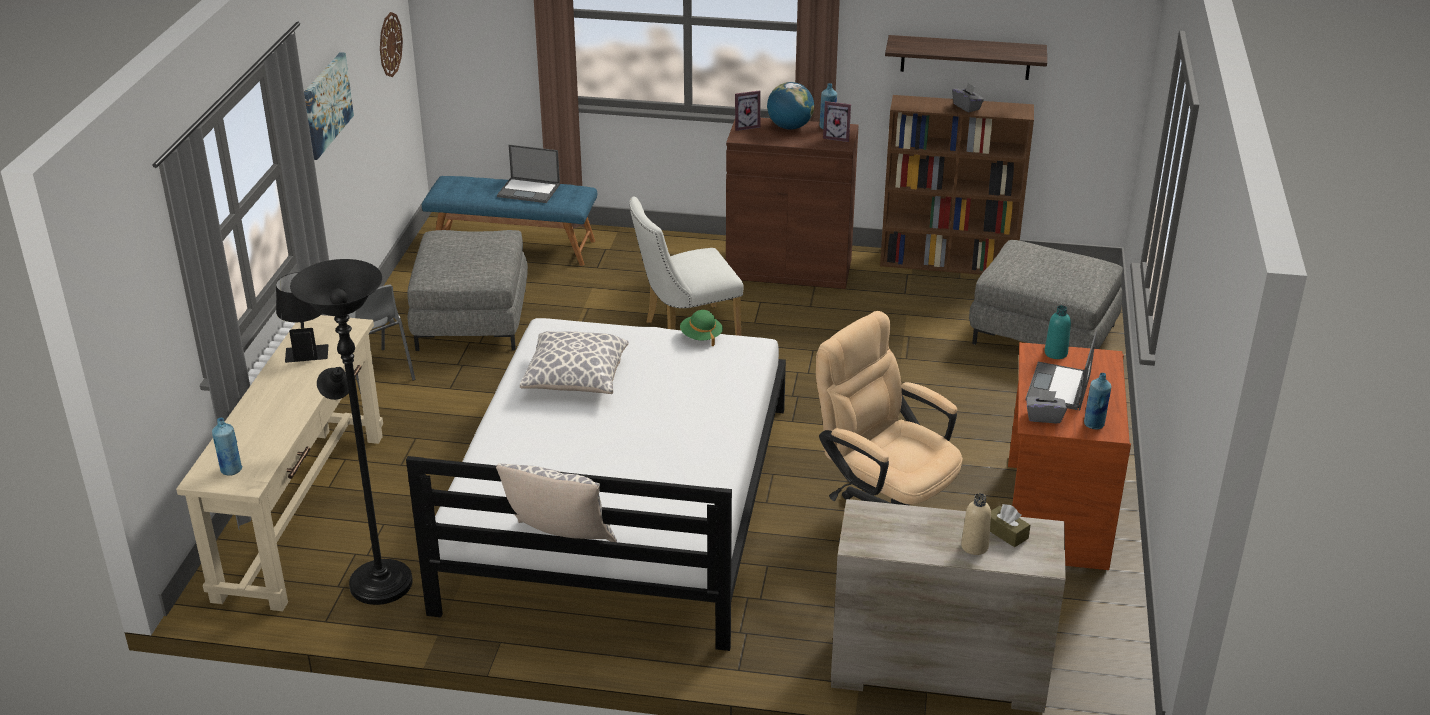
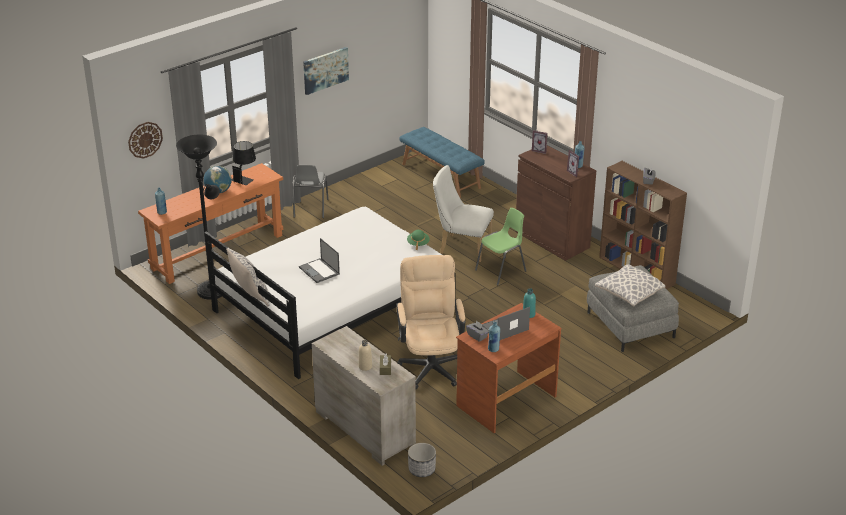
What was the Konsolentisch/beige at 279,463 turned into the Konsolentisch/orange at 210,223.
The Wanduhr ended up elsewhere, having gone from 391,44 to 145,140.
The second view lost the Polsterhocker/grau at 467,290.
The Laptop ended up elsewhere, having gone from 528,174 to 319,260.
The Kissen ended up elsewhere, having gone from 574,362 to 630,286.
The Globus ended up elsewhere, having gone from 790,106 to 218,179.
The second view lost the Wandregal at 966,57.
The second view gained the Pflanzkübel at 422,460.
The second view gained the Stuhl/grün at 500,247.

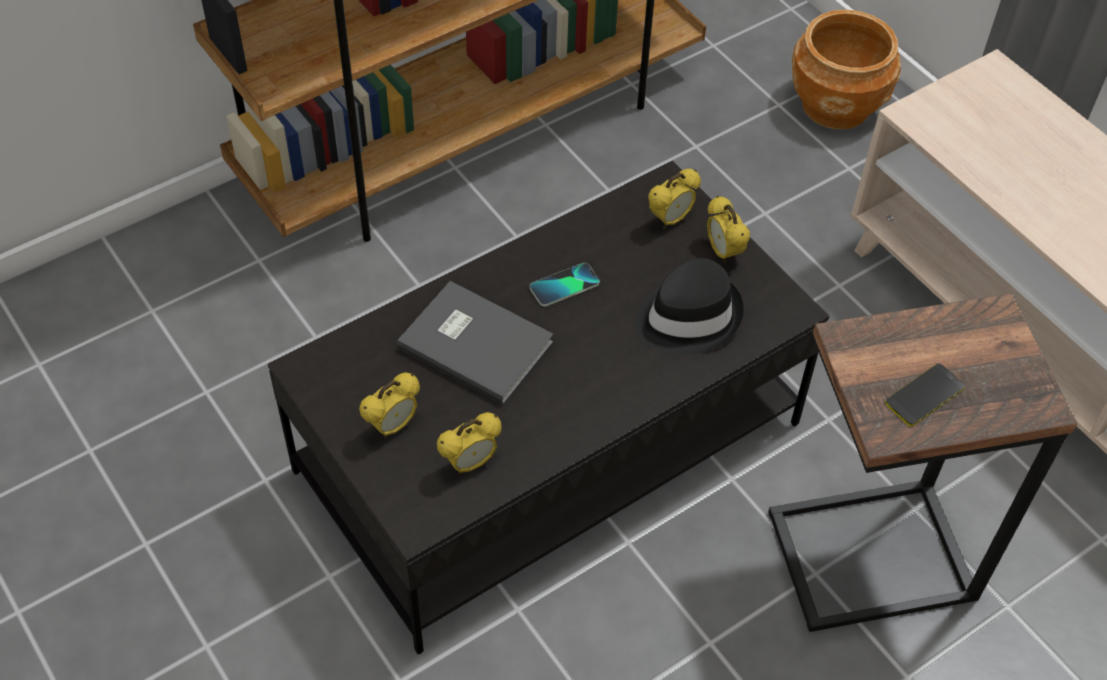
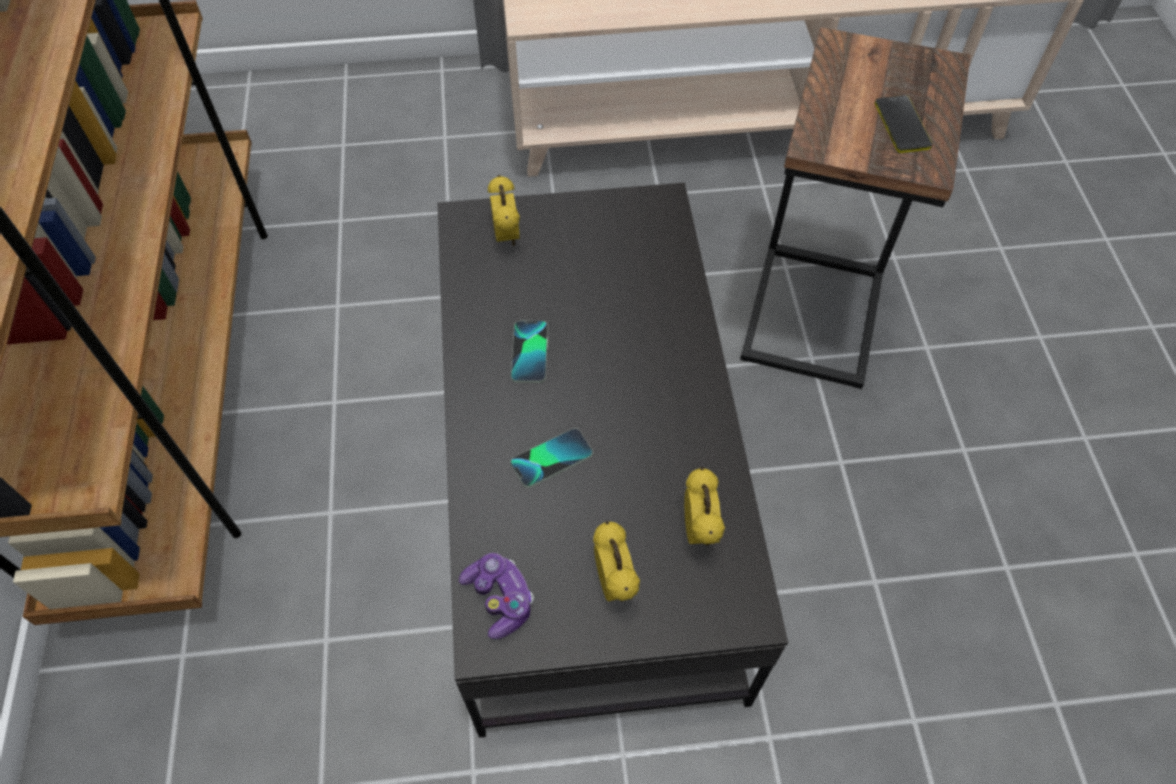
Where the Buch/grau stood at 475,343, the Handy came to stand at 552,458.
The second view lost the Hut/schwarz at 689,306.
The second view lost the Wecker at 728,229.
The second view lost the Pflanzkübel/braun at 846,69.
The second view gained the Gamepad at 496,596.

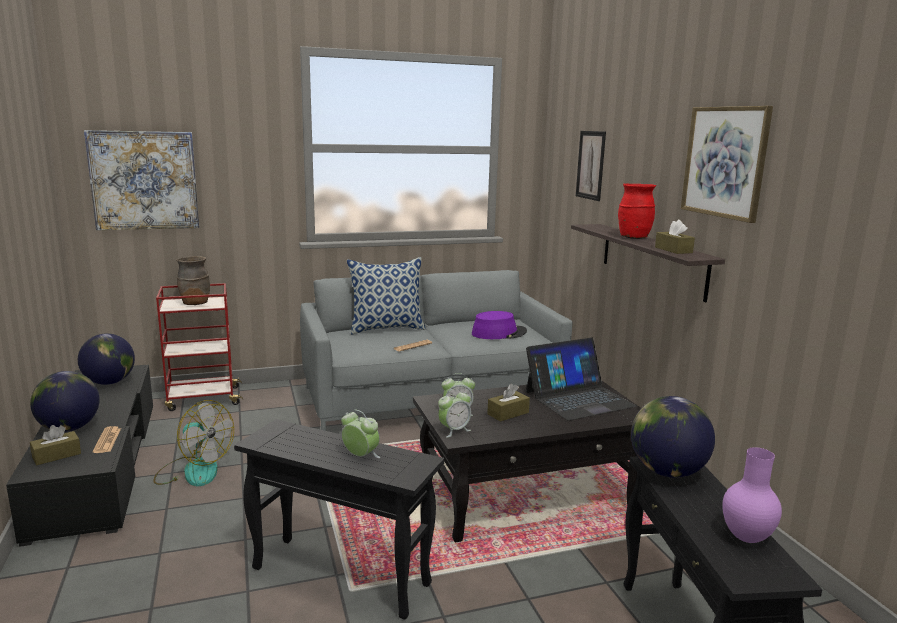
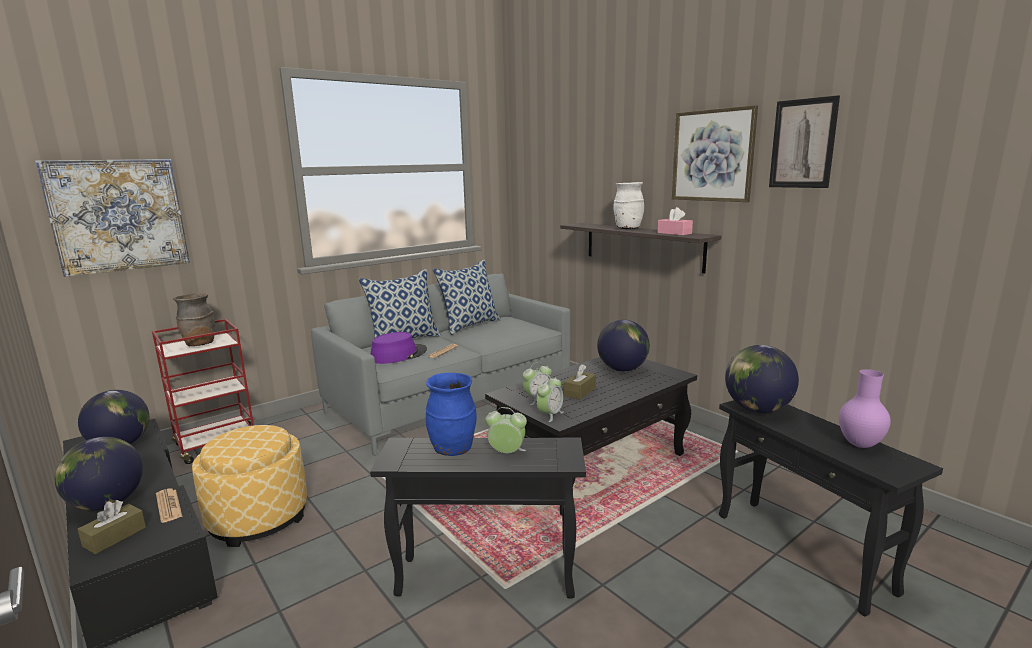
Where the Ventilator stood at 193,443, the Polsterhocker came to stand at 249,486.
The Hut/lila ended up elsewhere, having gone from 499,325 to 399,348.
Where the Laptop stood at 581,378, the Globus came to stand at 623,345.
The Bild ended up elsewhere, having gone from 591,166 to 804,141.
What was the Vase/rot at 637,211 turned into the Vase/weiß at 628,205.
What was the Taschentuchbox/braun at 675,236 turned into the Taschentuchbox/rosa at 675,221.
The second view gained the Vase/blau at 451,414.
The second view gained the Kissen at 467,297.

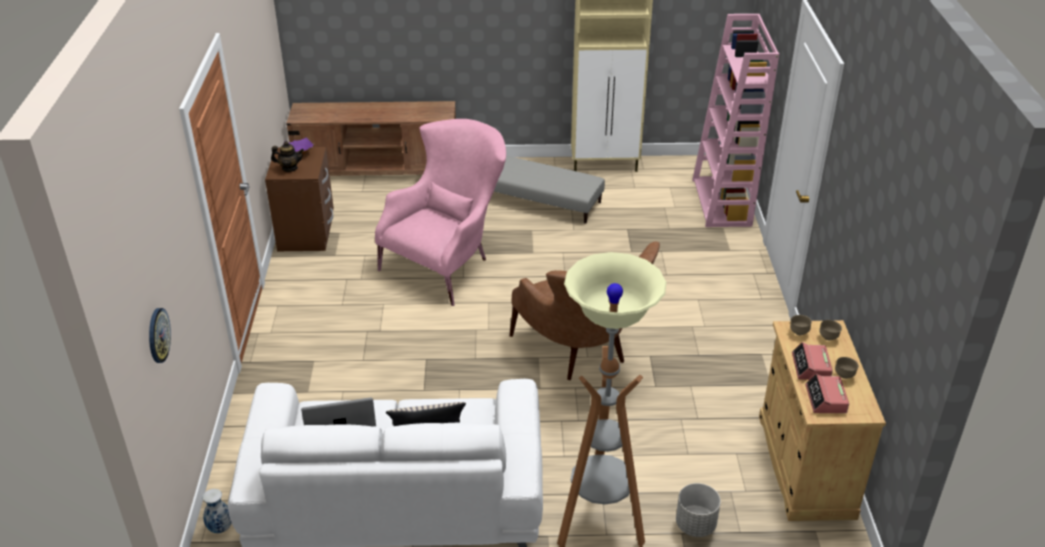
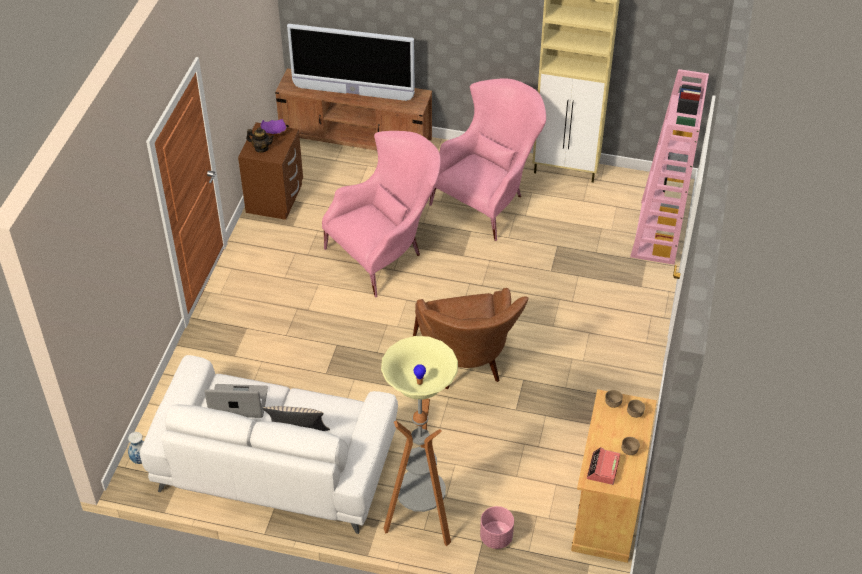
The second view lost the Wanduhr at 160,335.
Where the Polsterhocker/grau stood at 549,190, the Sessel/rosa came to stand at 487,159.
What was the Pflanzkübel/grau at 698,510 turned into the Pflanzkübel/rosa at 497,527.
The second view lost the Wecker at 812,361.
The second view gained the Fernseher at 351,62.

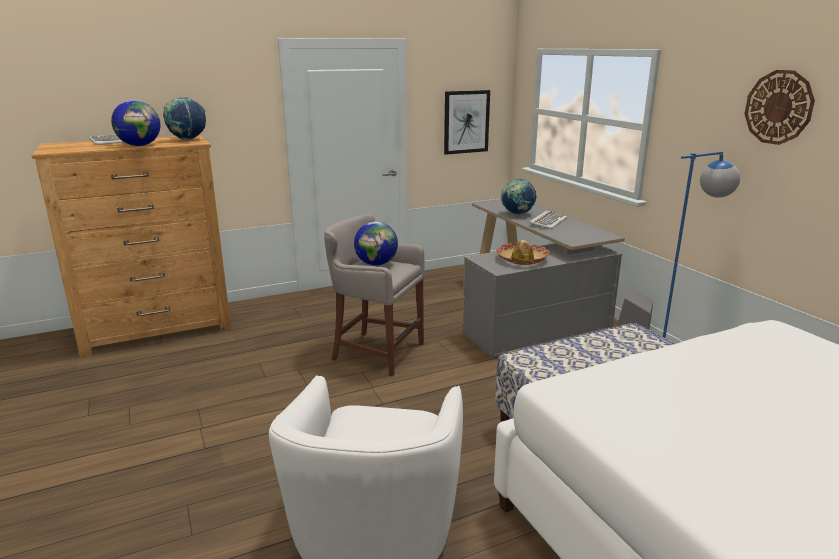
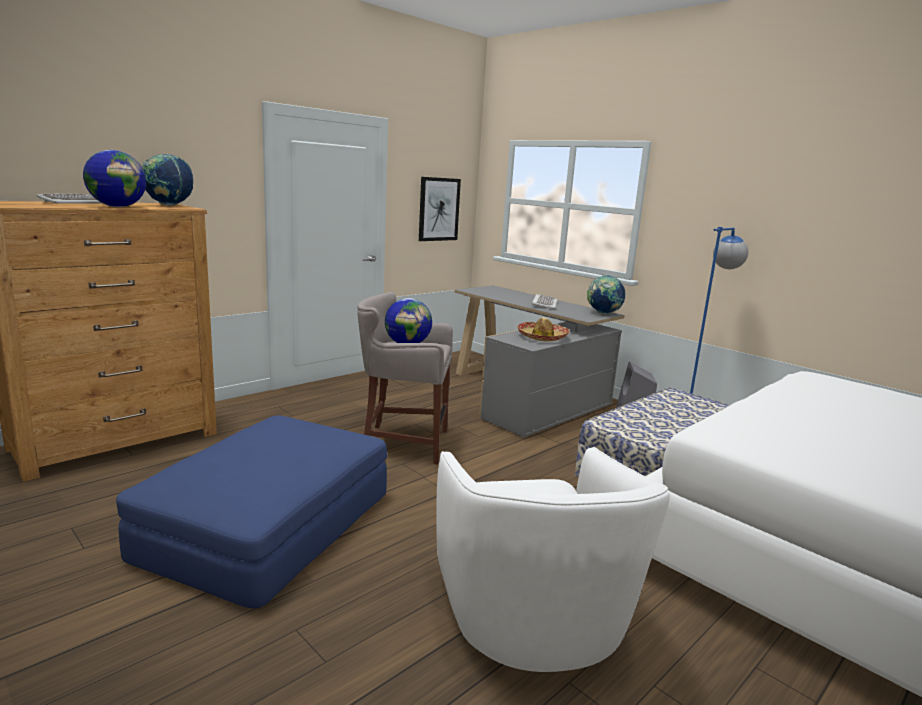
The Globus ended up elsewhere, having gone from 518,196 to 606,294.
The second view lost the Wanduhr at 780,107.
The second view gained the Polsterhocker/blau at 252,512.

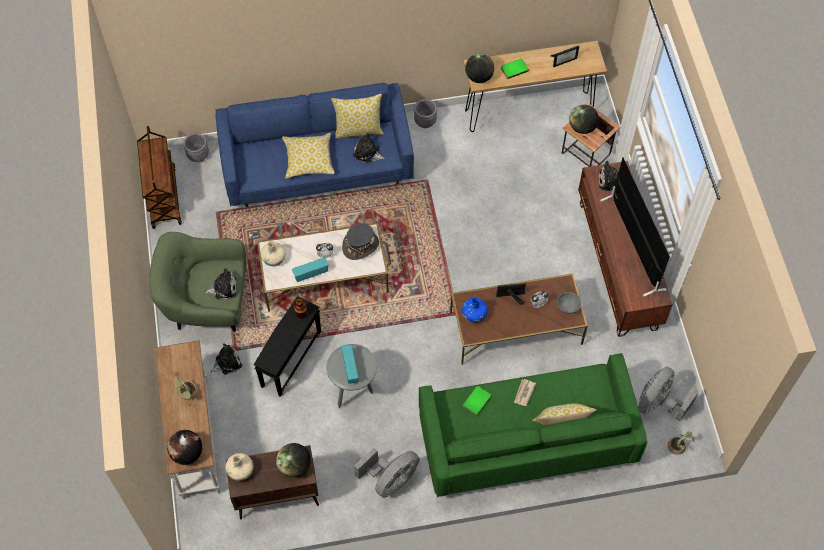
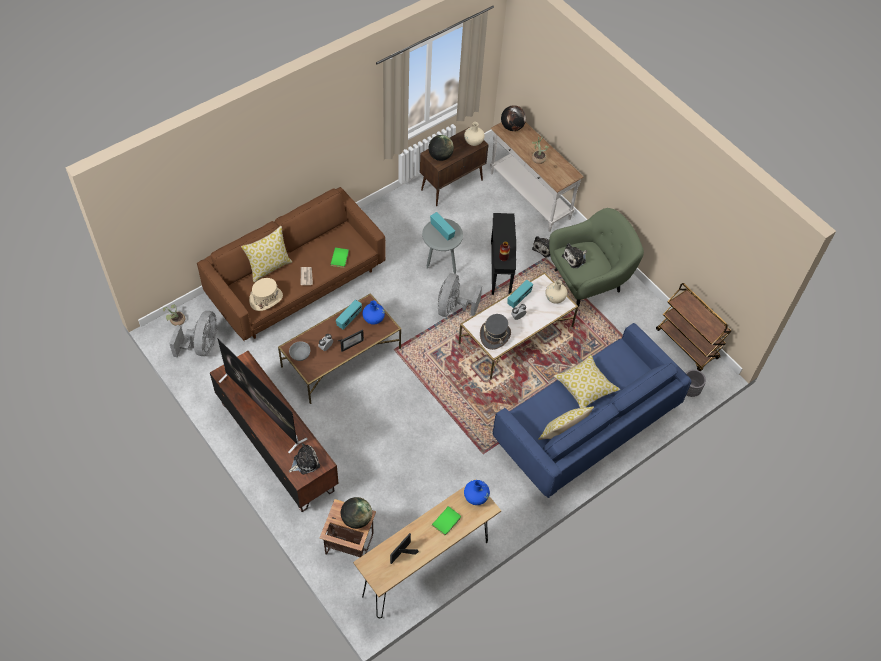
The second view lost the Plüschtier at 369,148.
The Ventilator/grau ended up elsewhere, having gone from 387,473 to 460,295.
The second view lost the Pflanzkübel/grau at 425,113.
What was the Sofa/grün at 533,425 turned into the Sofa/braun at 291,264.
Where the Globus stood at 479,68, the Vase/blau came to stand at 477,492.
The second view gained the Hut/beige at 266,294.
The second view gained the Radio at 349,315.

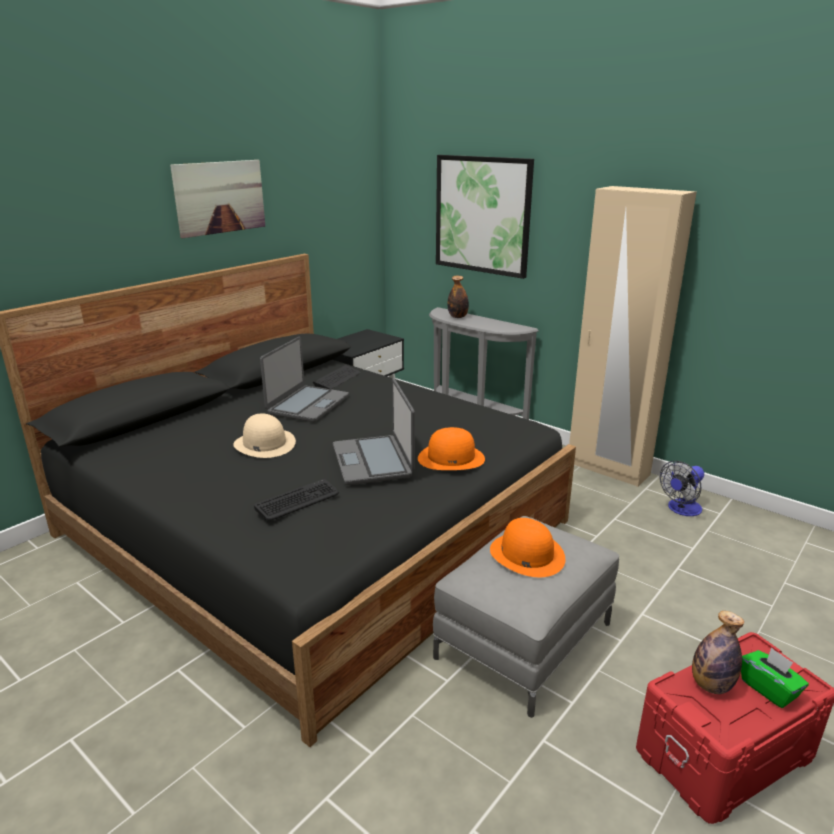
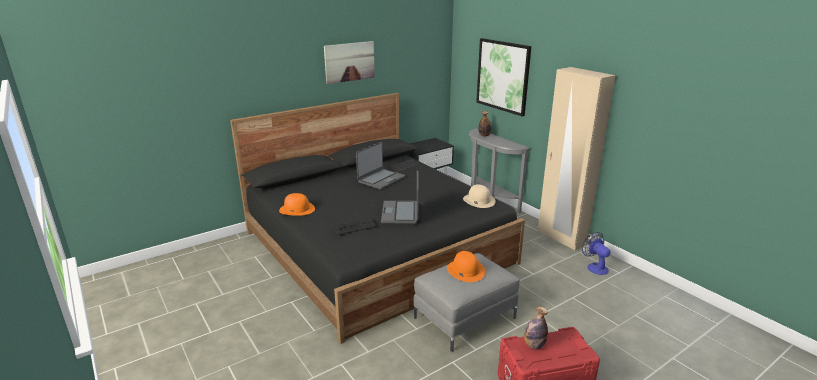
The Hut/beige ended up elsewhere, having gone from 264,436 to 479,196.
The Hut/orange ended up elsewhere, having gone from 451,448 to 297,204.
The Ventilator at 682,488 ended up facing another way, 90 degrees clockwise from before.
The second view lost the Taschentuchbox/grün at 775,677.

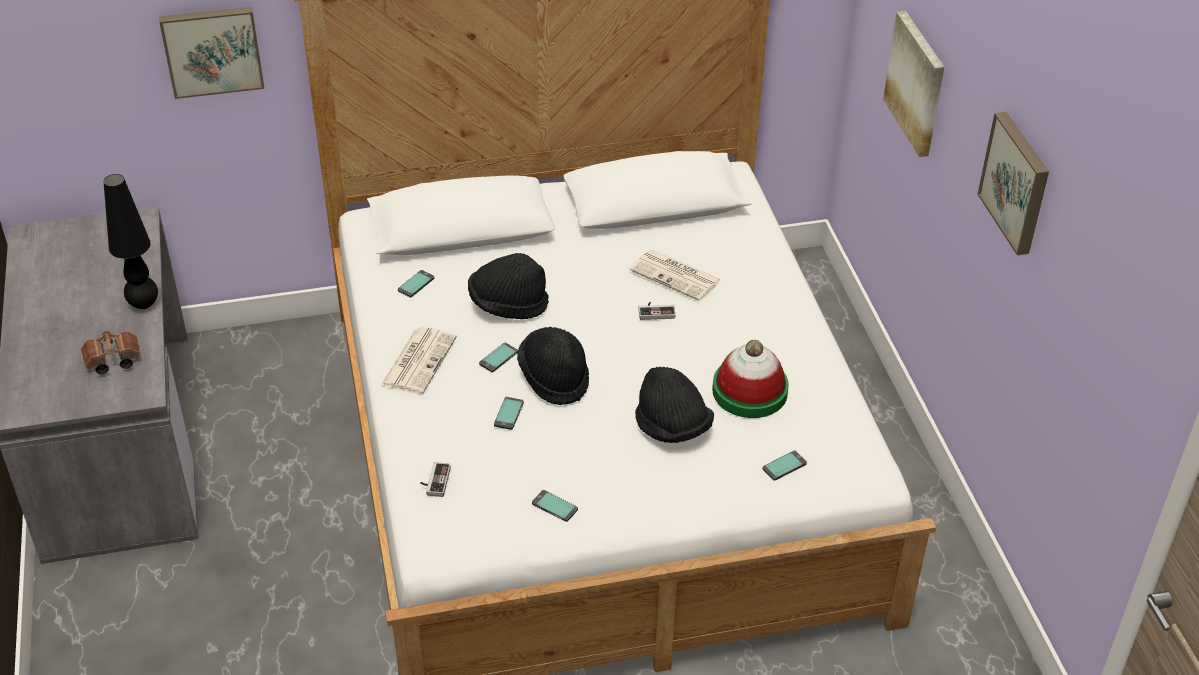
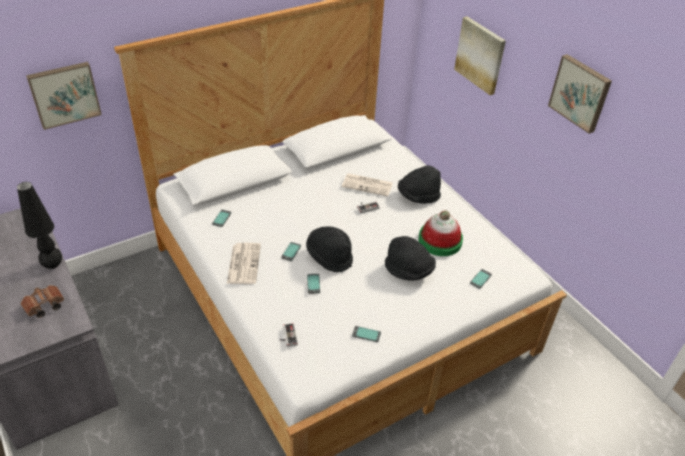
The Hut/schwarz ended up elsewhere, having gone from 508,286 to 419,184.

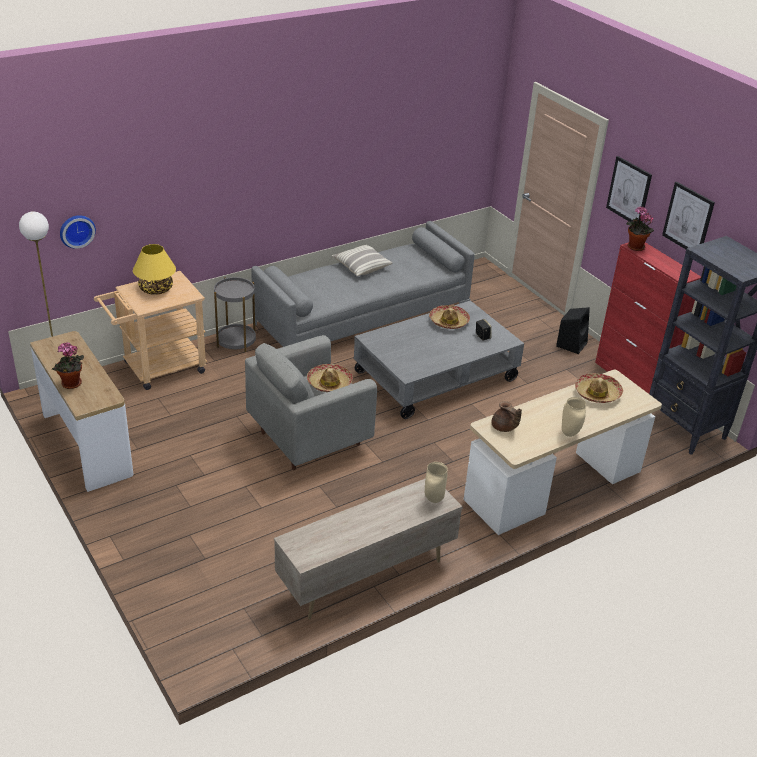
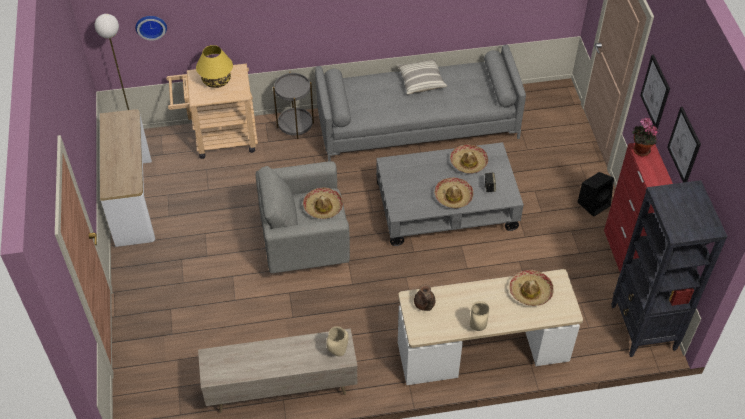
The second view lost the Topfpflanze at 68,365.
The second view gained the Hut at 453,193.

